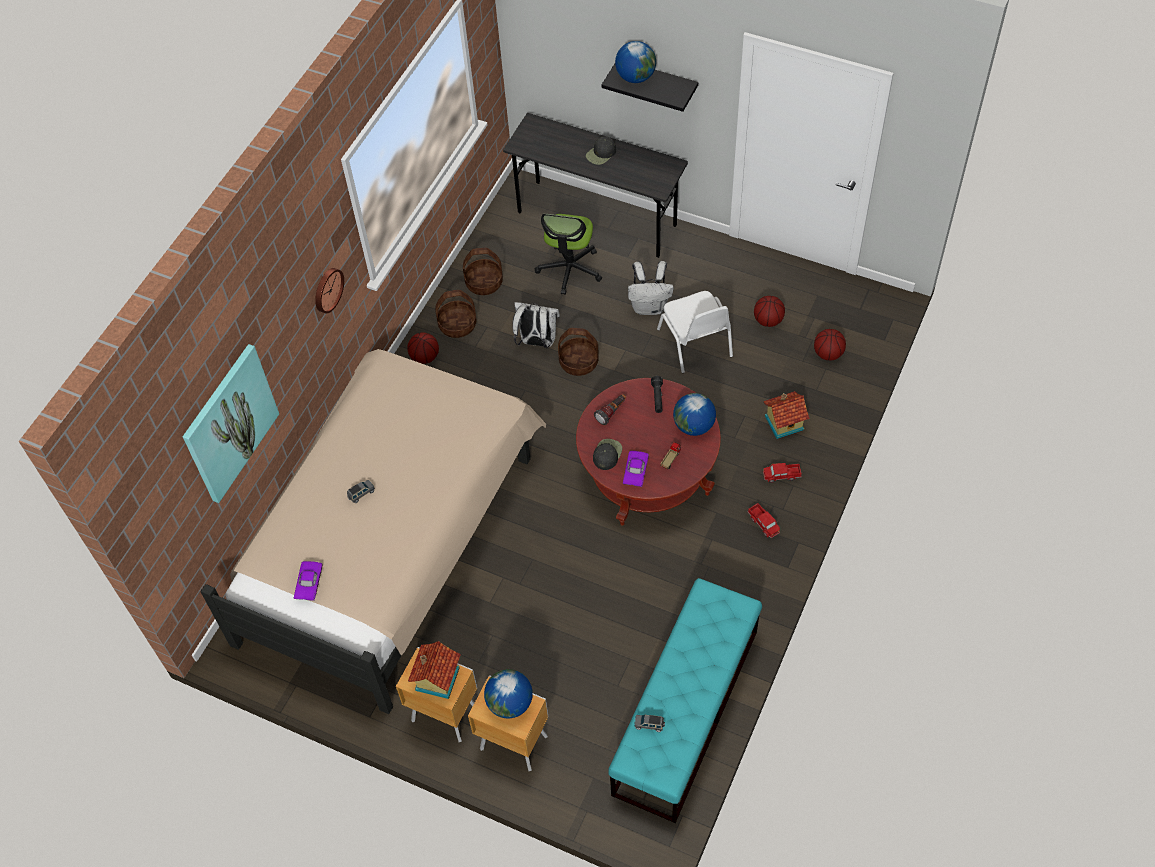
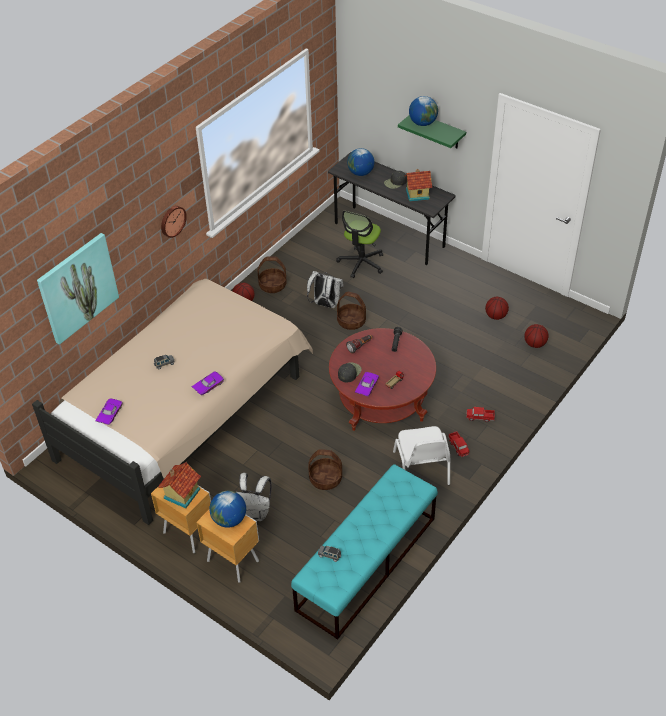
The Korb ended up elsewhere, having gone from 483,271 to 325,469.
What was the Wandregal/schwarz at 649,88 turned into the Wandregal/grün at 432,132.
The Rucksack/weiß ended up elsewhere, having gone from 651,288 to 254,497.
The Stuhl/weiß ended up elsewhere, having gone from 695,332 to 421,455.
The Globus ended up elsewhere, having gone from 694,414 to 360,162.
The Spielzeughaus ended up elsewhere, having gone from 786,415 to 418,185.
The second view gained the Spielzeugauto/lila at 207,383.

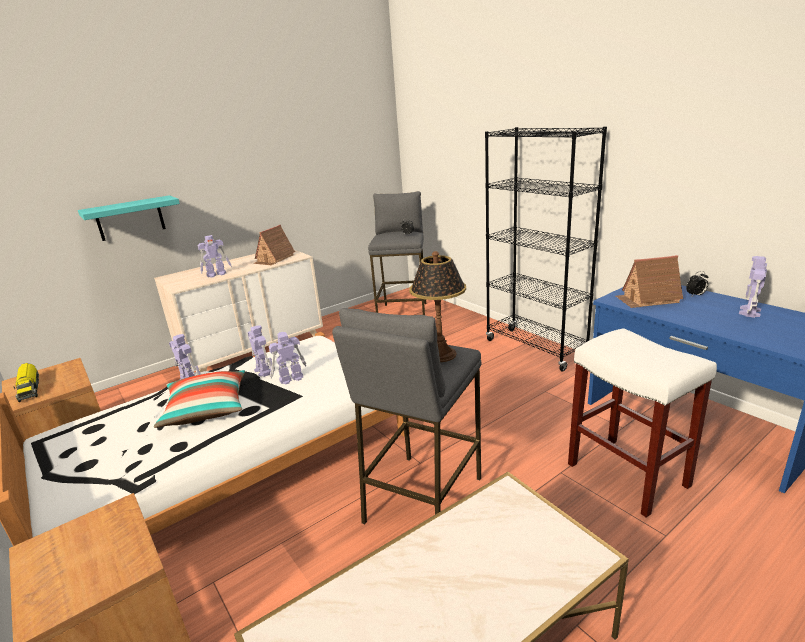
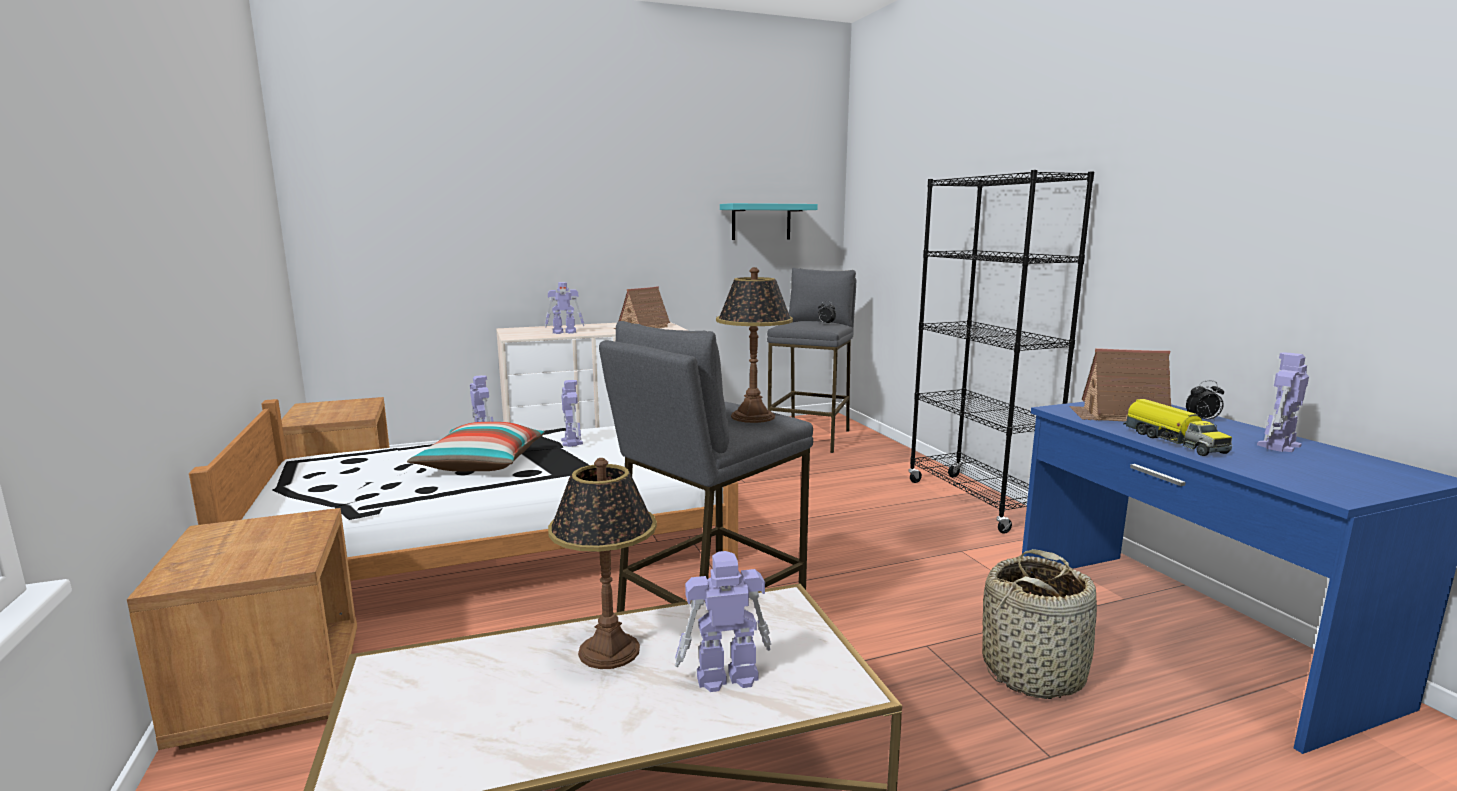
The Spielzeuglaster ended up elsewhere, having gone from 26,382 to 1177,427.
The Wandregal/türkis ended up elsewhere, having gone from 129,218 to 769,221.
The Spielzeugroboter ended up elsewhere, having gone from 287,358 to 723,621.
Where the Hocker/weiß stood at 642,423, the Korb came to stand at 1039,624.
The second view gained the Tischlampe at 602,563.

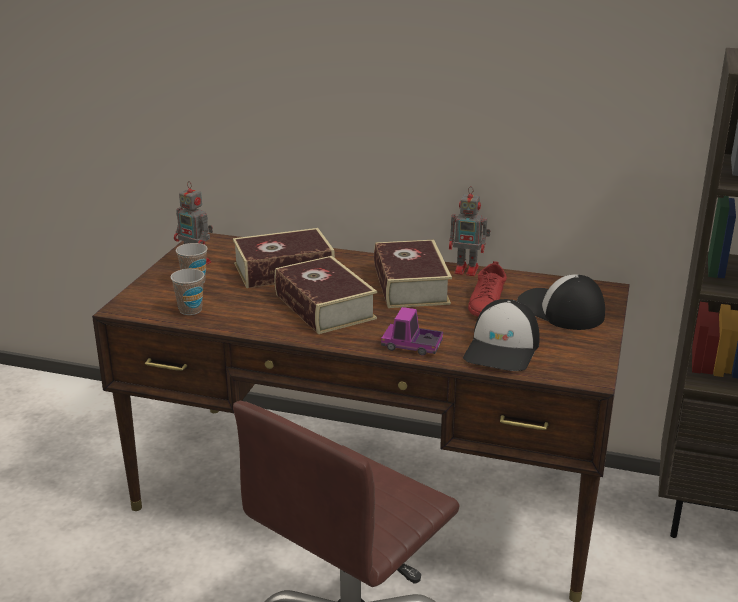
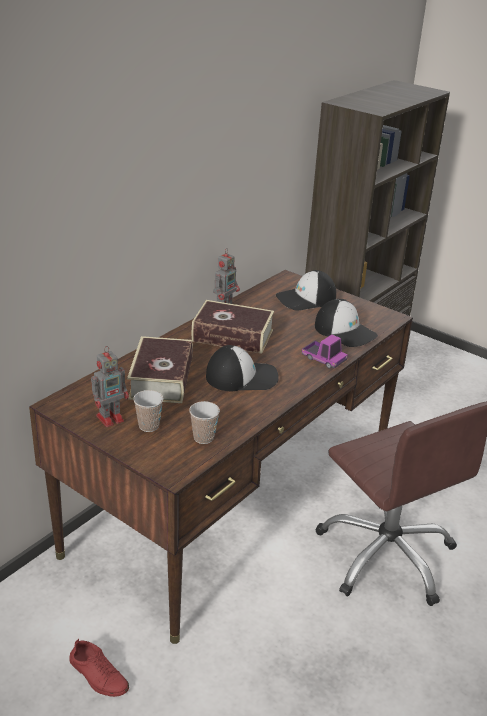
Where the Buch stood at 325,295, the Kappe came to stand at 242,368.
The Spielzeuglaster at 412,331 ended up facing another way, 90 degrees counterclockwise from before.
The Schuh/rot ended up elsewhere, having gone from 487,289 to 99,668.

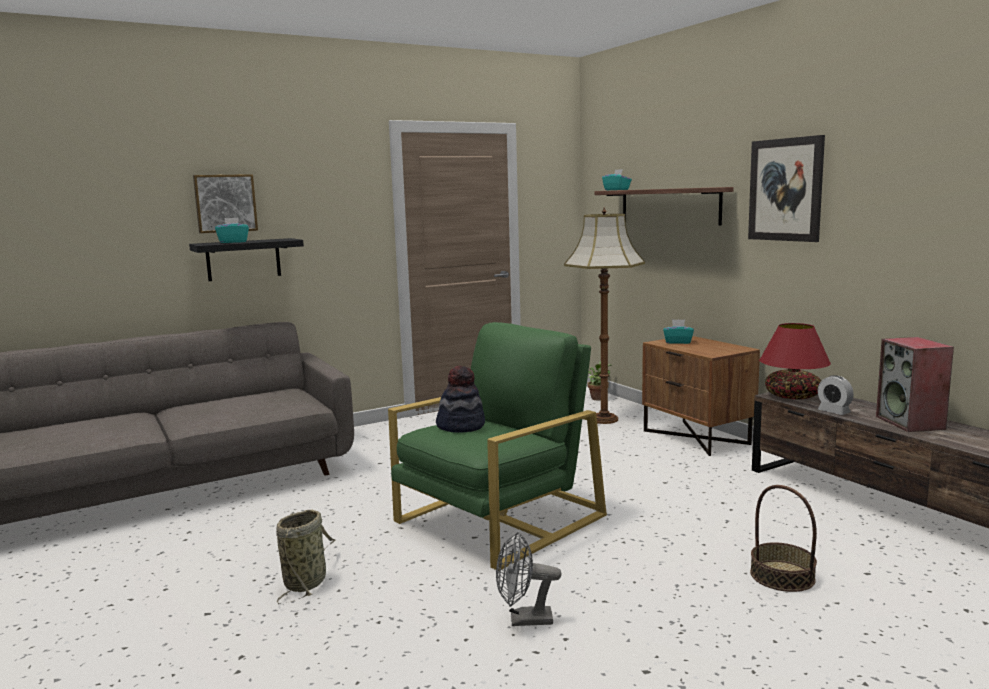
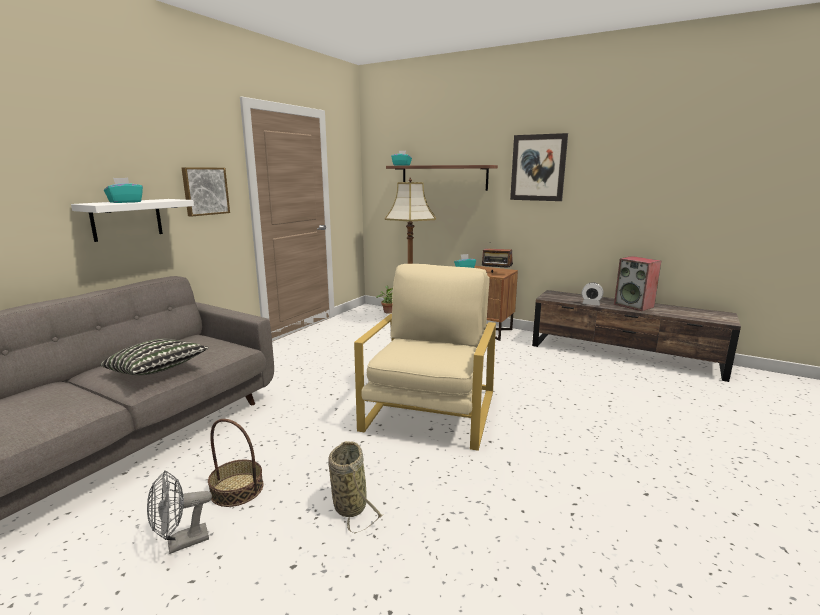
What was the Wandregal/schwarz at 246,259 turned into the Wandregal/weiß at 132,220.
The Bild ended up elsewhere, having gone from 225,203 to 206,192.
What was the Sessel/grün at 497,446 turned into the Sessel/beige at 425,357.
The second view lost the Hut at 460,399.
The Ventilator/grau ended up elsewhere, having gone from 528,579 to 179,512.
The Korb ended up elsewhere, having gone from 783,538 to 236,463.
The second view lost the Tischlampe/rot at 795,361.
The second view gained the Kissen at 155,357.
The second view gained the Radio at 497,260.

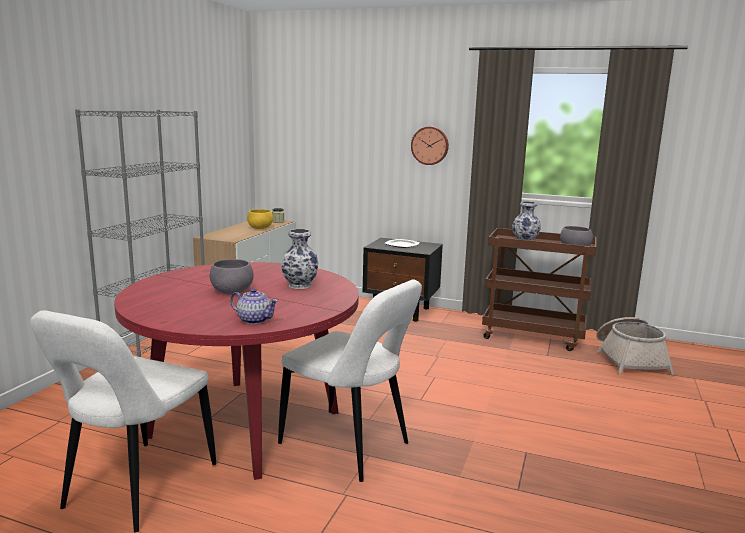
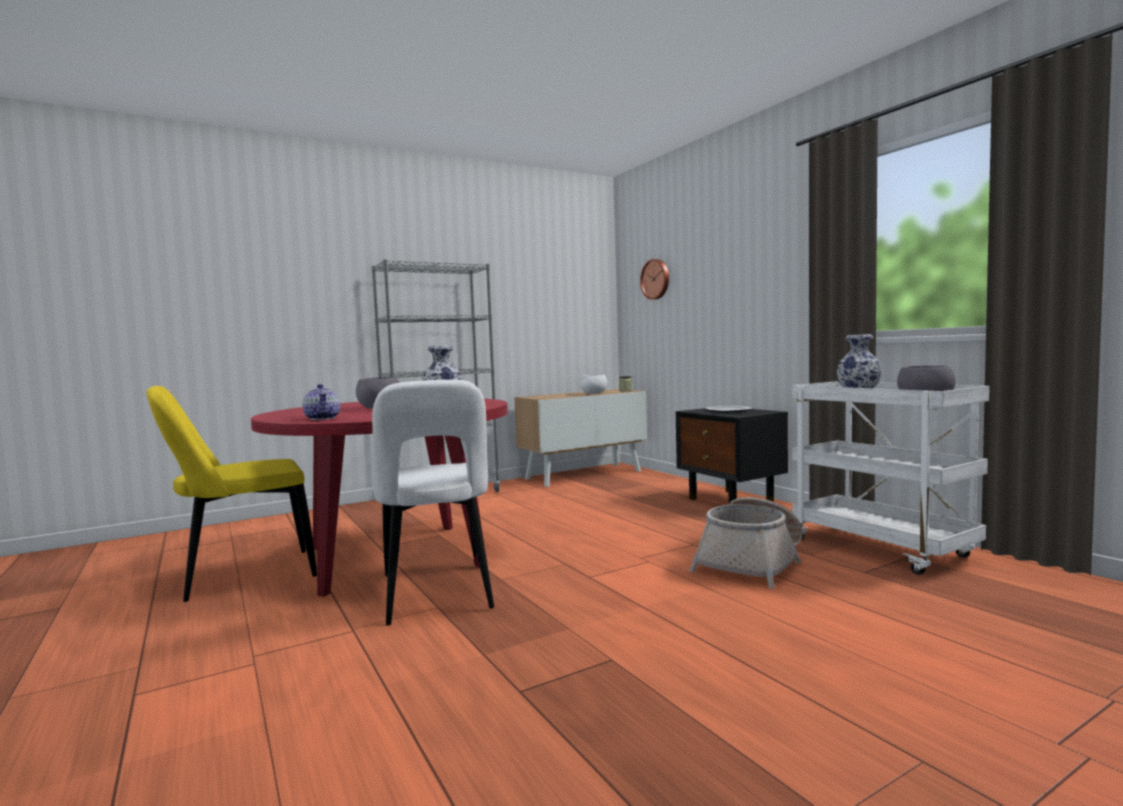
What was the Stuhl/weiß at 123,421 turned into the Stuhl/gelb at 231,494.
What was the Schüssel/gelb at 260,219 turned into the Schüssel/weiß at 593,384.
The Wanduhr ended up elsewhere, having gone from 430,145 to 654,279.
What was the Rollwagen/braun at 539,289 turned into the Rollwagen/weiß at 890,478.
The Korb ended up elsewhere, having gone from 635,346 to 746,543.

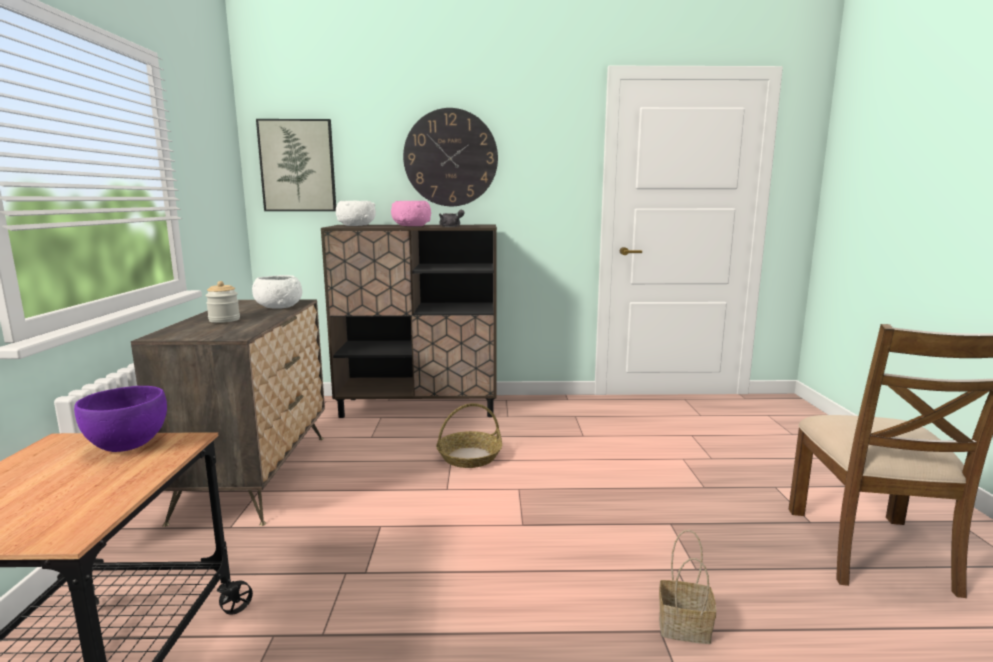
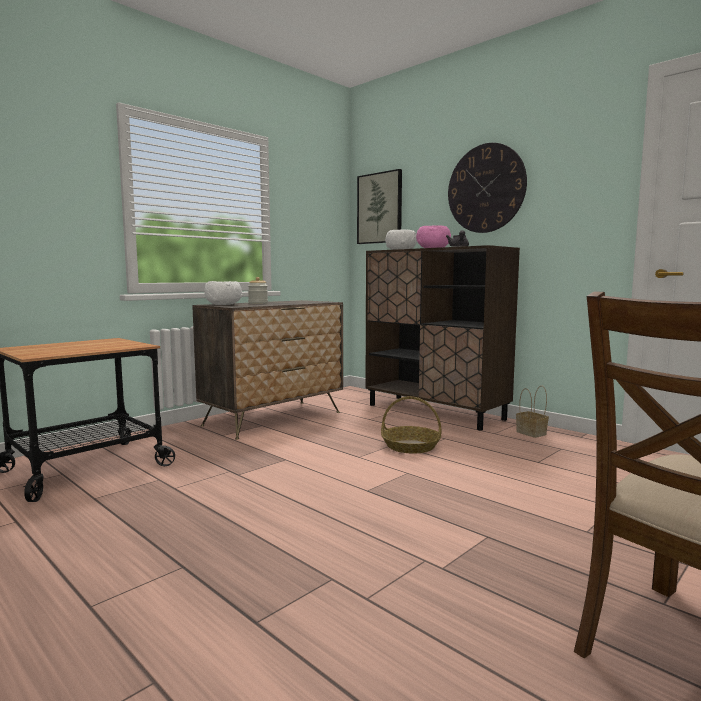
The second view lost the Schüssel/lila at 120,419.
The Schüssel/weiß ended up elsewhere, having gone from 277,292 to 223,293.
The Korb ended up elsewhere, having gone from 687,587 to 532,412.

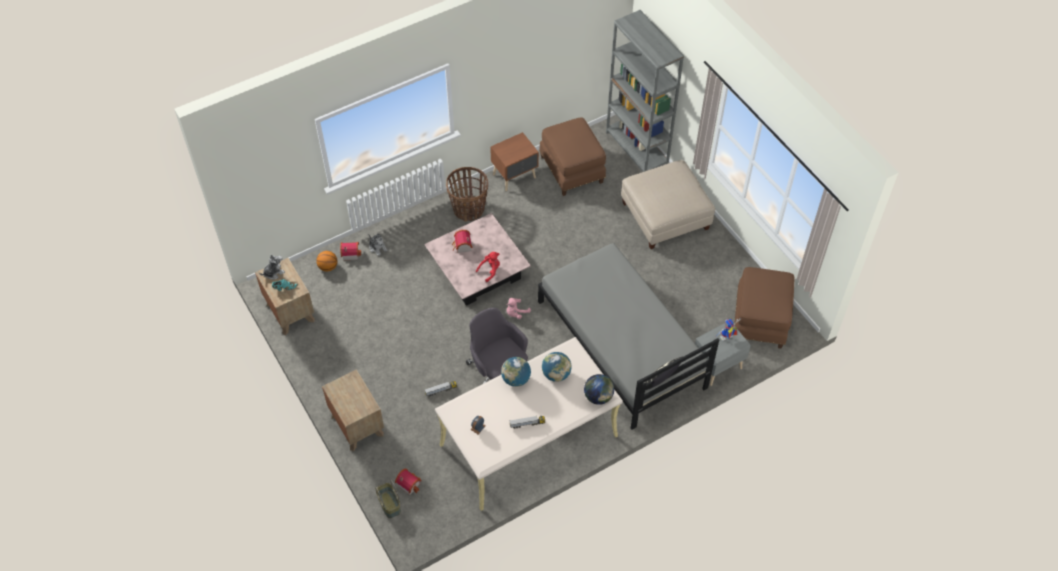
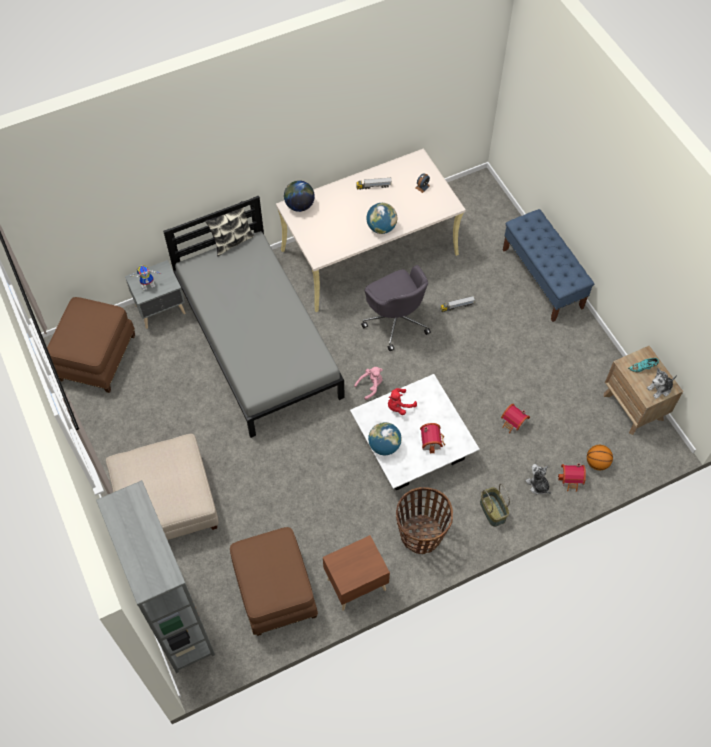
Where the Nachttisch/braun stood at 353,410, the Bank/blau came to stand at 548,265.
The Korb ended up elsewhere, having gone from 388,499 to 495,505.
The Spielzeughaus ended up elsewhere, having gone from 408,481 to 515,418.
What was the Couchtisch/rosa at 477,259 turned into the Couchtisch/weiß at 415,432.
The Globus ended up elsewhere, having gone from 557,367 to 385,438.

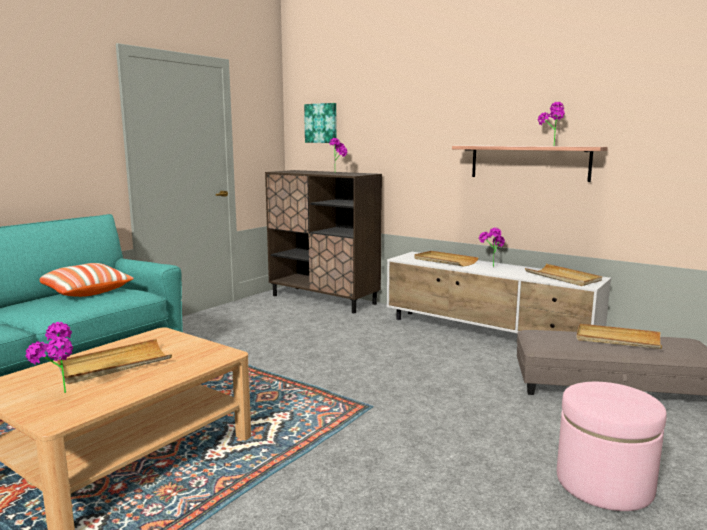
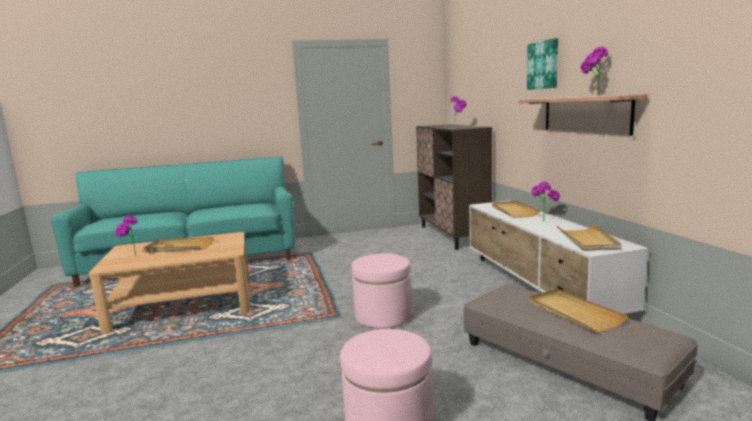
The second view lost the Kissen at 87,280.
The Bild ended up elsewhere, having gone from 320,123 to 542,64.
The second view gained the Polsterhocker/rosa at 381,291.

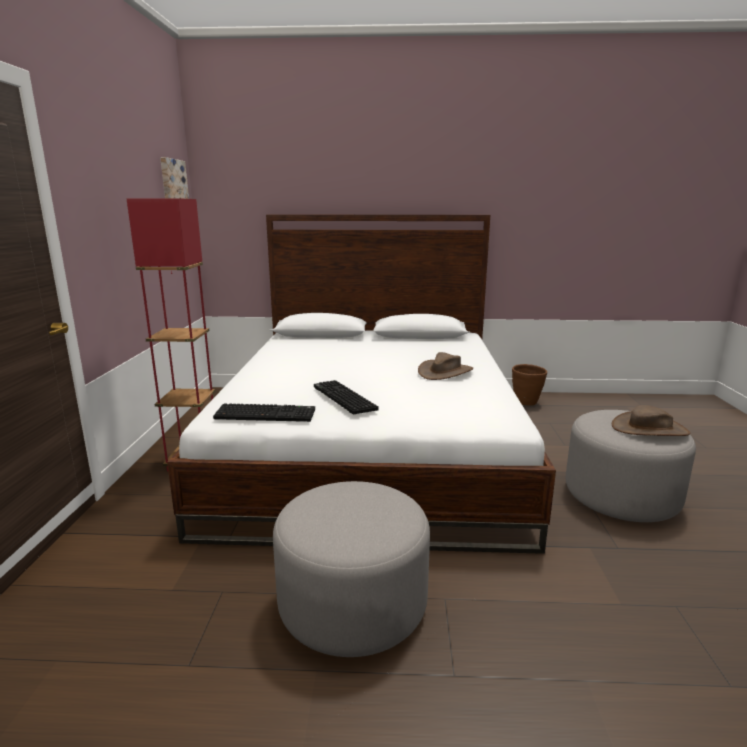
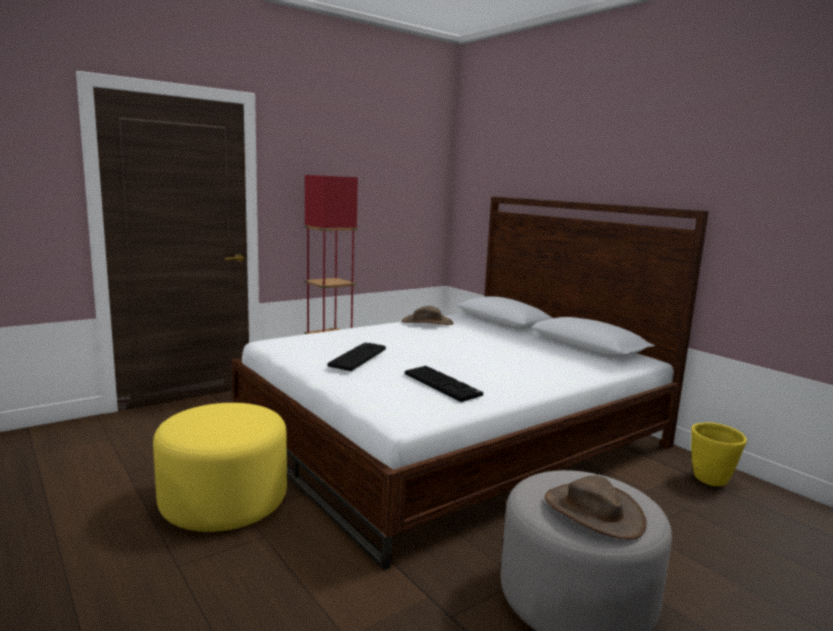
The second view lost the Bild at 174,178.
The Tastatur ended up elsewhere, having gone from 264,412 to 444,384.
What was the Polsterhocker/grau at 351,569 turned into the Polsterhocker/gelb at 220,467.
The Hut/braun ended up elsewhere, having gone from 445,366 to 427,315.
What was the Pflanzkübel/braun at 529,385 turned into the Pflanzkübel/gelb at 719,454.

